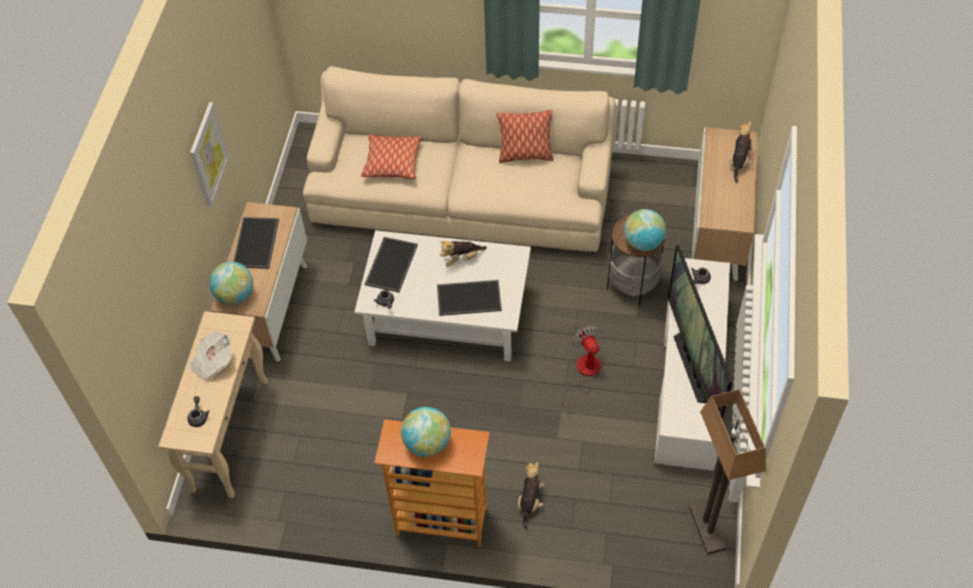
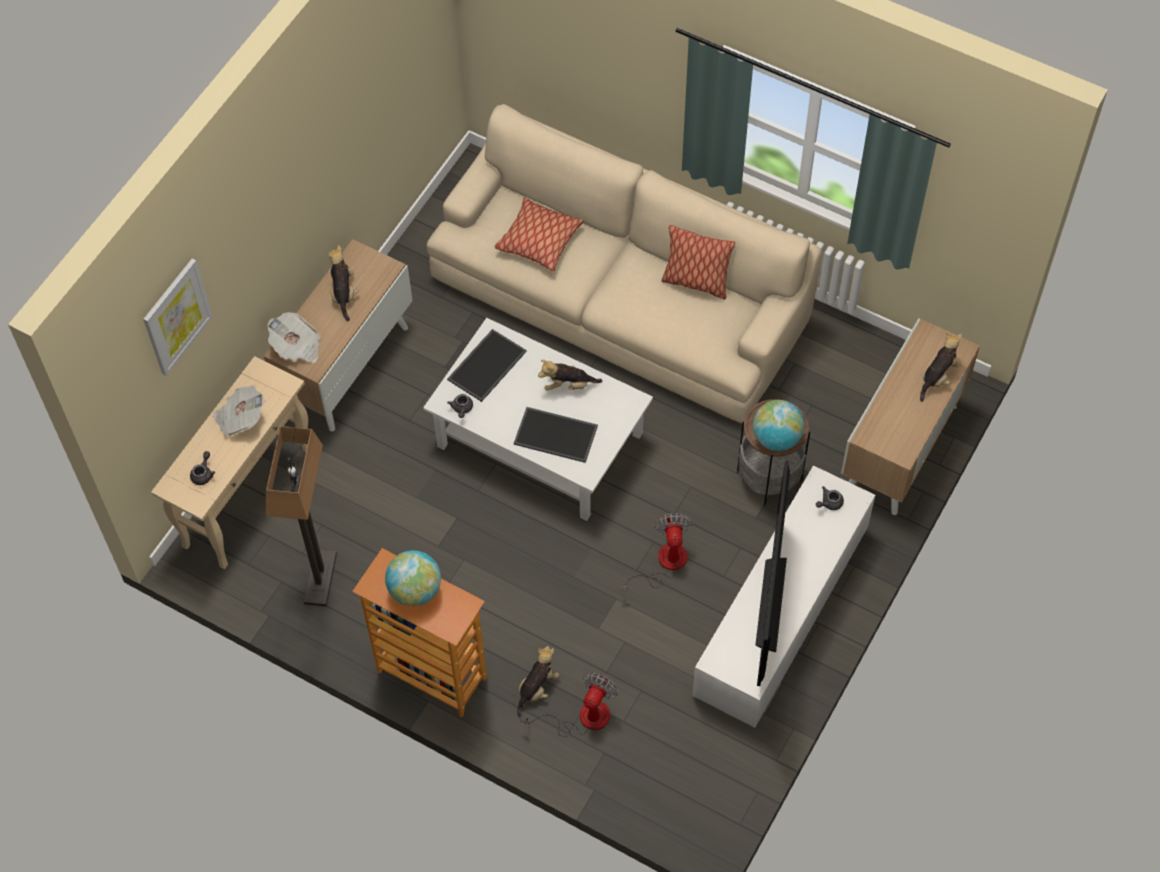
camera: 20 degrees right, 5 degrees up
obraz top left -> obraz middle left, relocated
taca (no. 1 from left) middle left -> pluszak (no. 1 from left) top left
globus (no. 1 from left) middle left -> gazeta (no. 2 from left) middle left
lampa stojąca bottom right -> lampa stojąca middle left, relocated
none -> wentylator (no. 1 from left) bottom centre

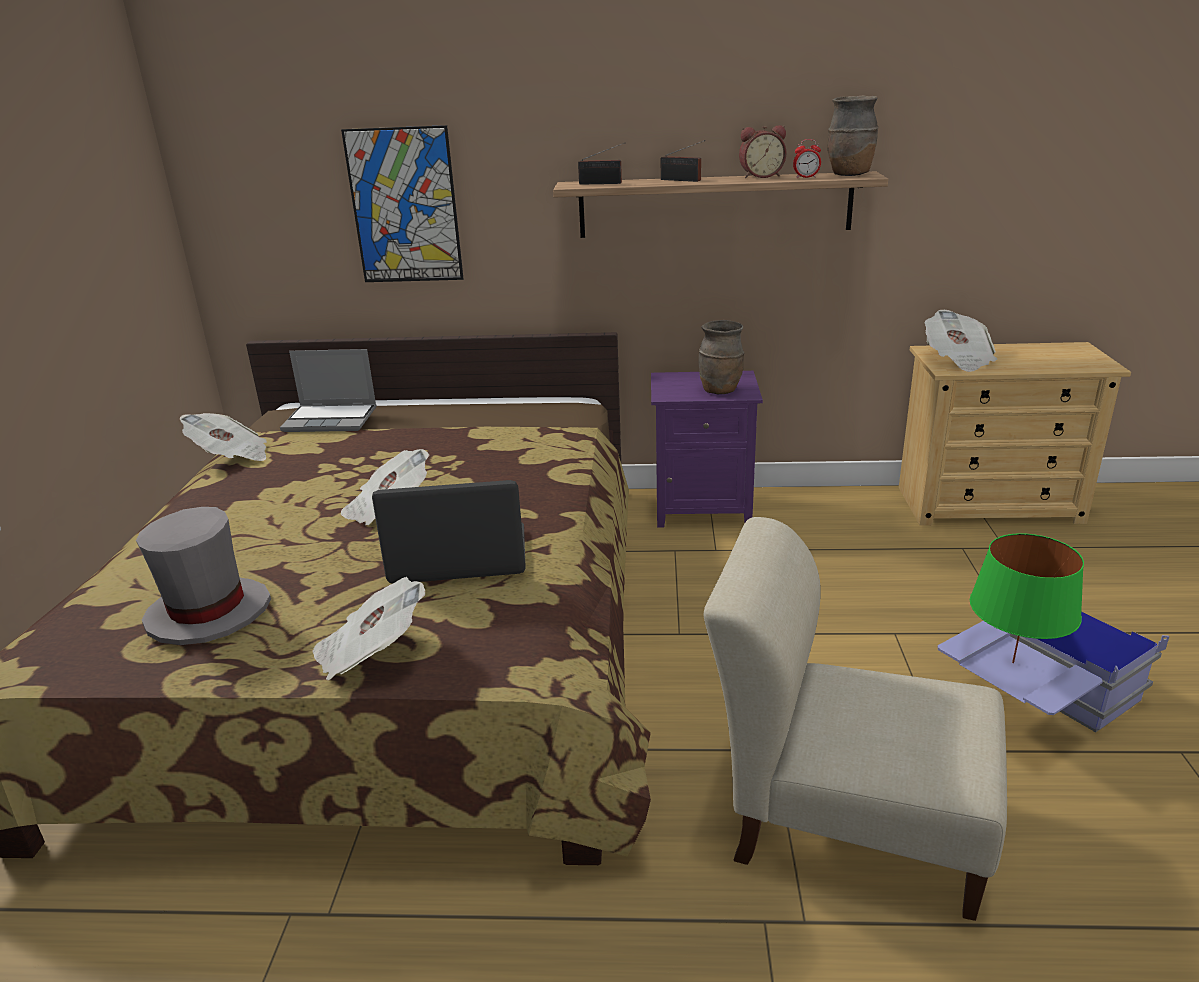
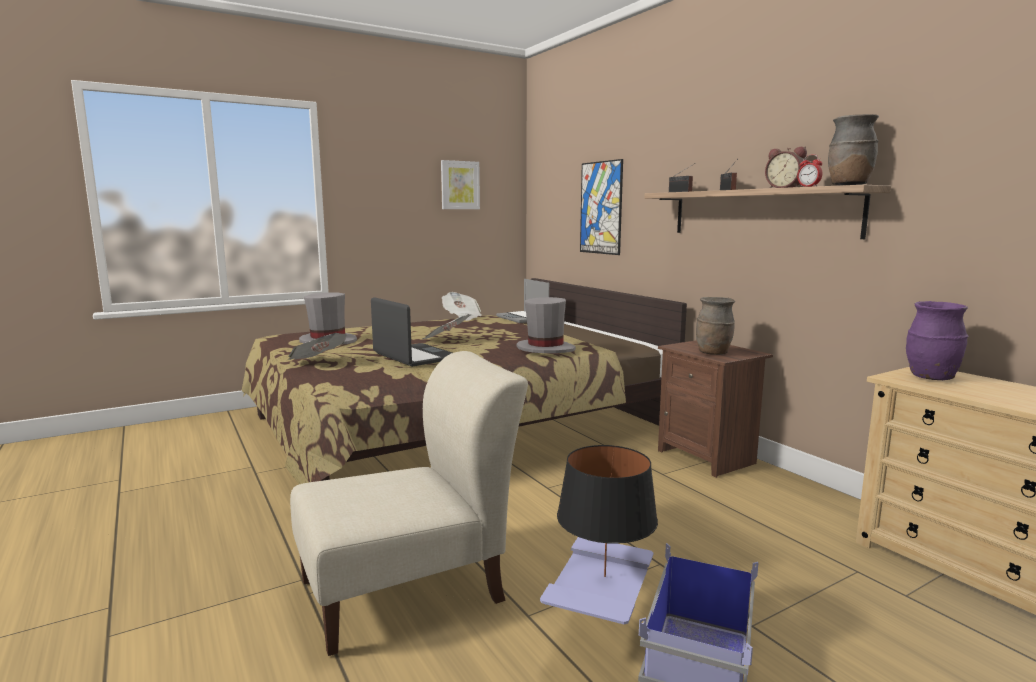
camera: 55 degrees right, 15 degrees down
gazeta (no. 4 from left) middle right -> wazon/fioletowy middle right
szafka nocna/fioletowy centre -> szafka nocna/brązowy middle right
krzesło/beżowy bottom right -> krzesło/beżowy bottom centre, 75 degrees clockwise
lampa stołowa/zielony middle right -> lampa stołowa/czarny bottom centre
none -> obraz (no. 1 from left) top centre
none -> kapelusz/szary (no. 2 from left) centre

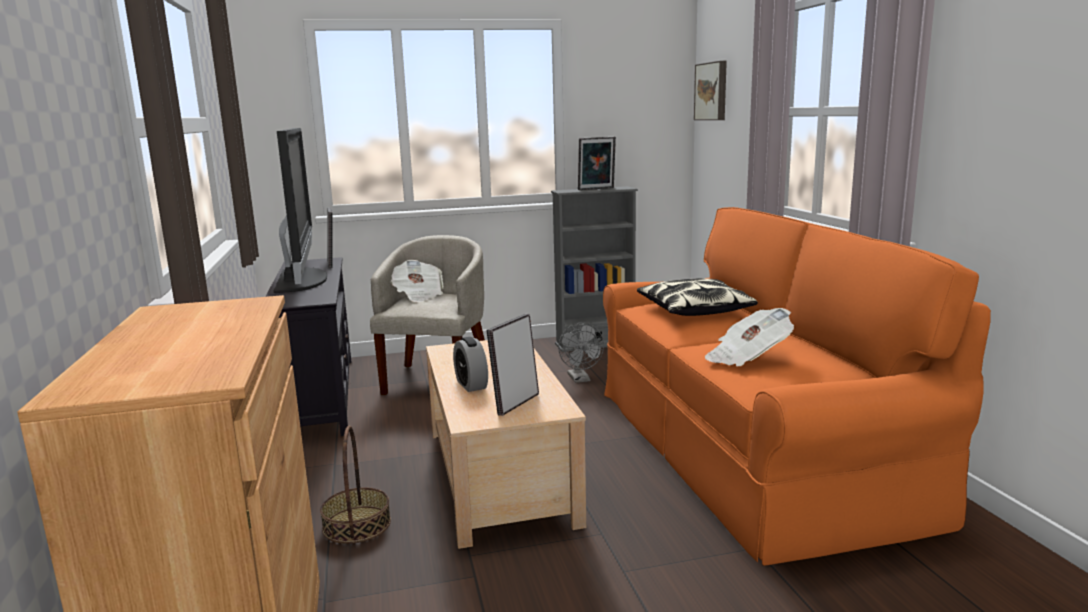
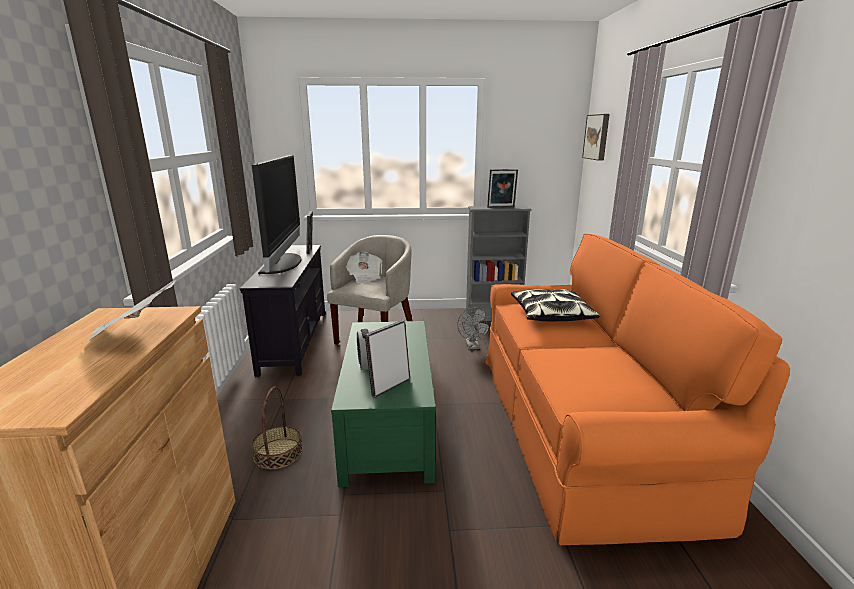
camera: 10 degrees right, 5 degrees up
gazeta (no. 2 from left in the first image) middle right -> gazeta (no. 1 from left) middle left, relocated
ława/beżowy bottom centre -> ława/zielony bottom centre

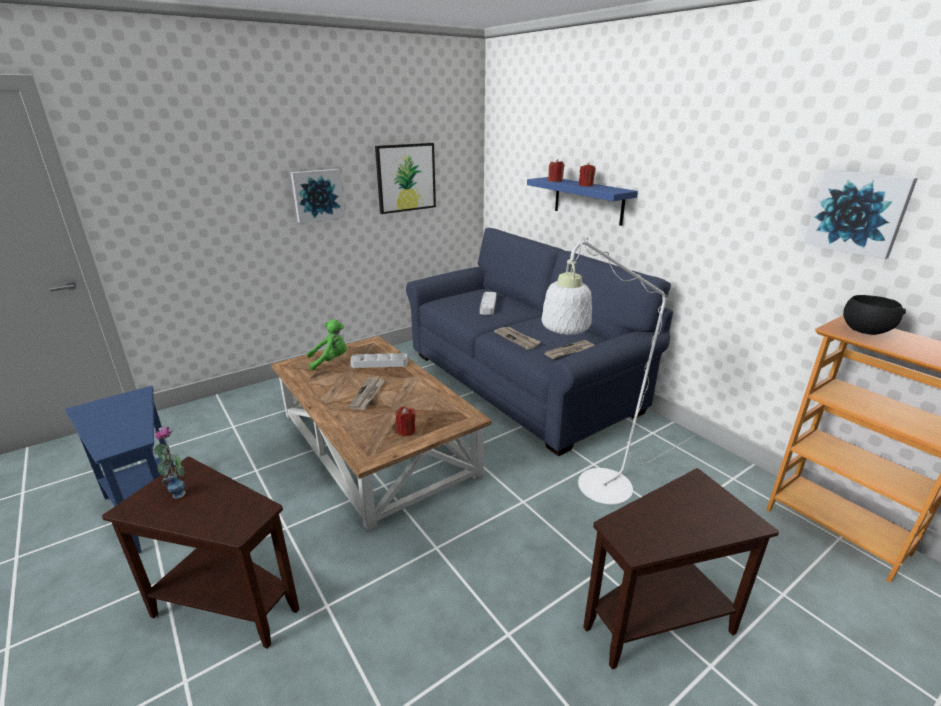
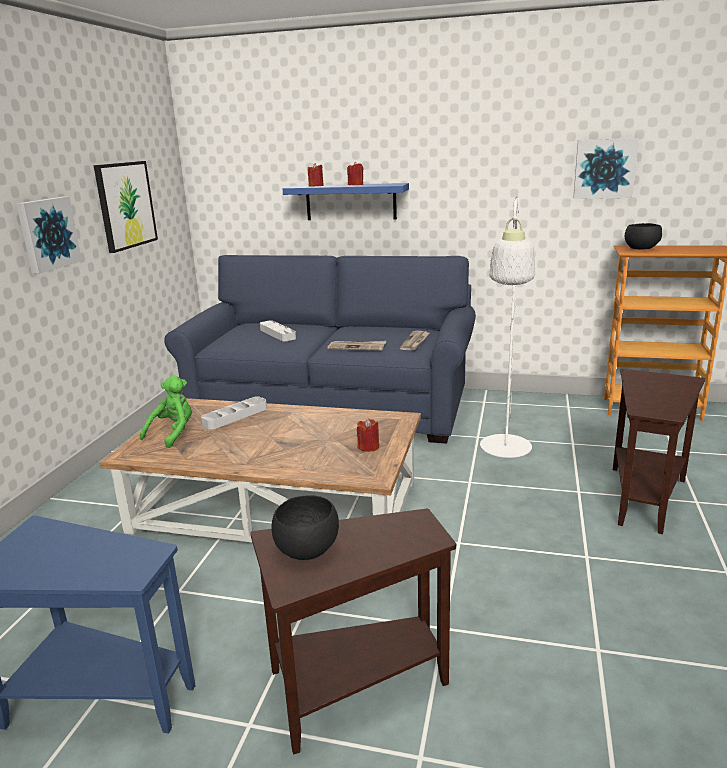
camera: 40 degrees left, 5 degrees down
gazeta (no. 1 from left) centre -> none
wazon middle left -> miska/czarny (no. 1 from left) bottom centre

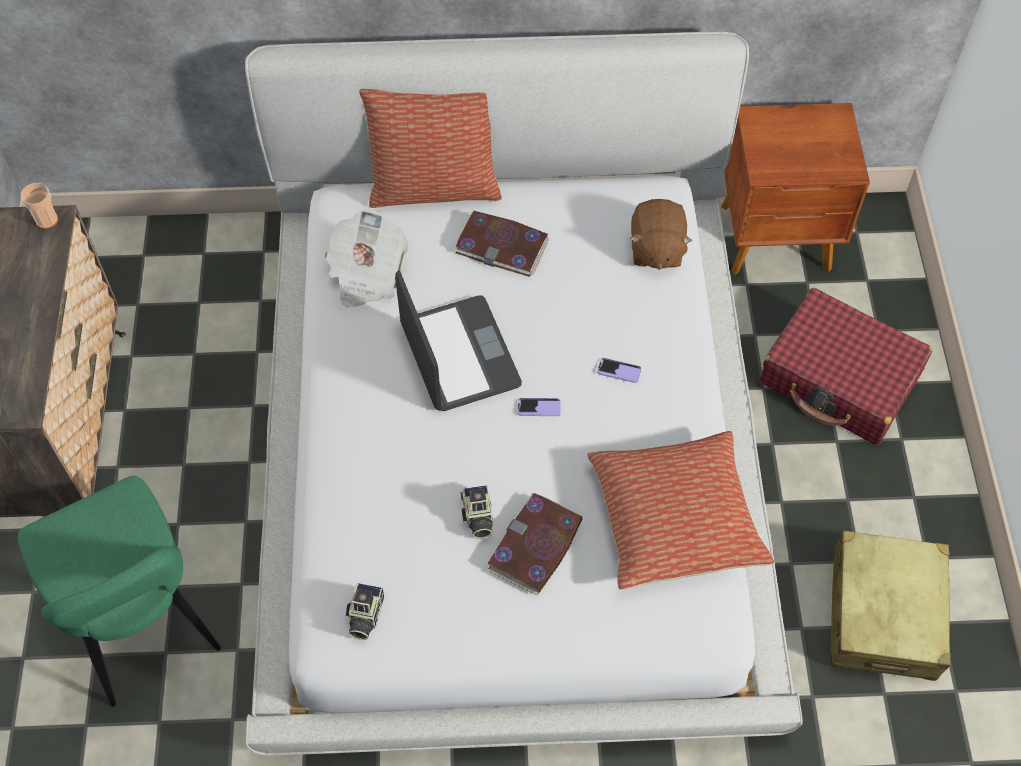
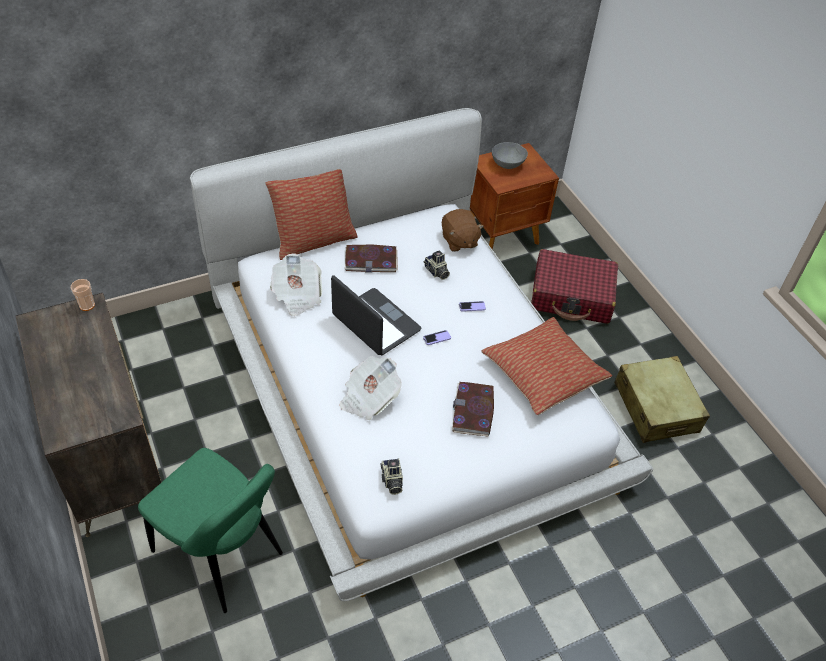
camera: 25 degrees left, 10 degrees down
aparat fotograficzny (no. 2 from left) bottom centre -> aparat fotograficzny (no. 2 from left) centre, relocated
none -> miska/szary top centre
none -> gazeta (no. 2 from left) centre

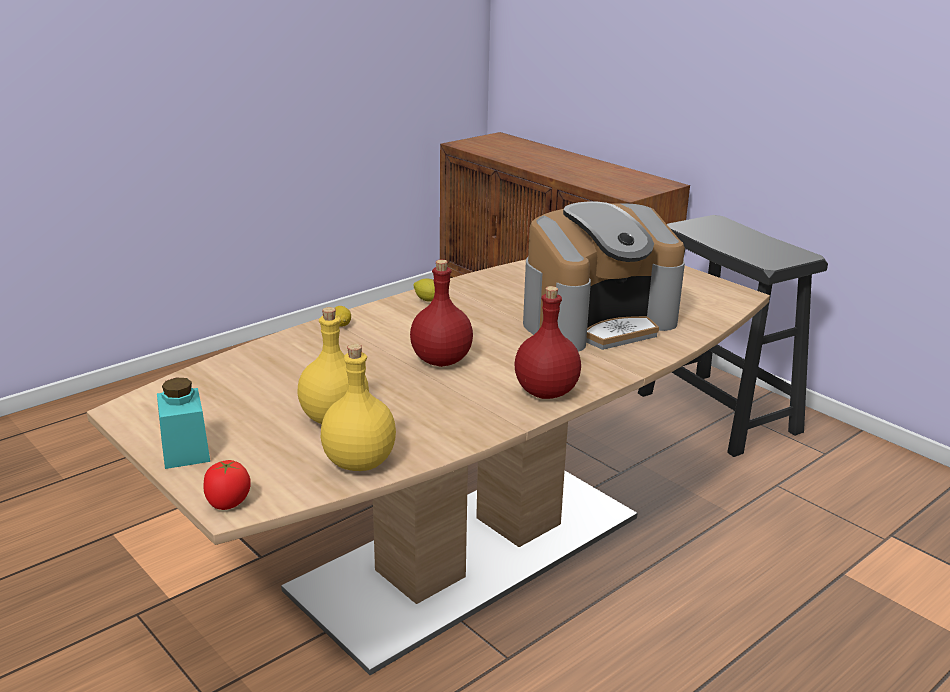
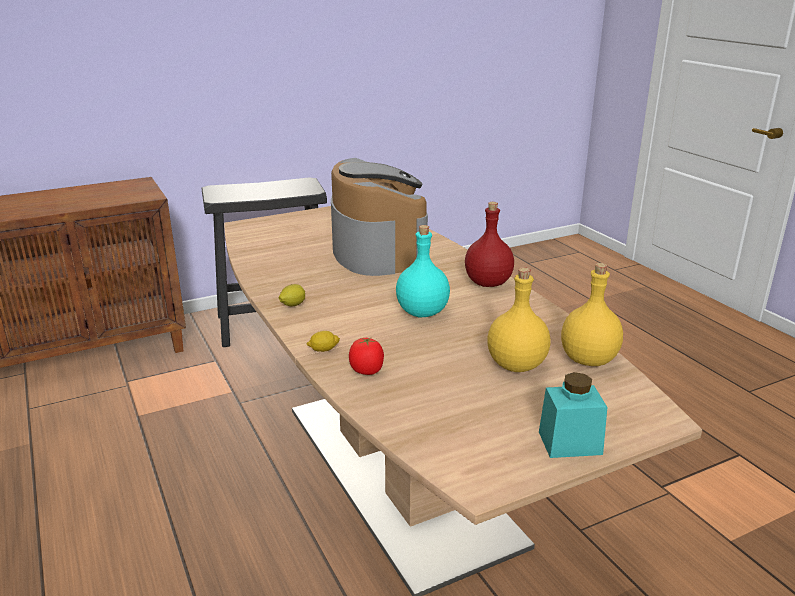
camera: 75 degrees left, 0 degrees up
butelka/czerwony (no. 1 from left) centre -> butelka/turkusowy centre
pomidor bottom left -> pomidor centre, relocated

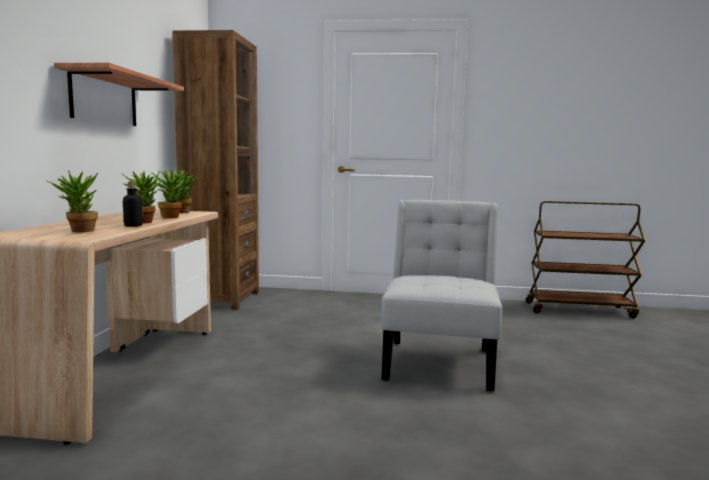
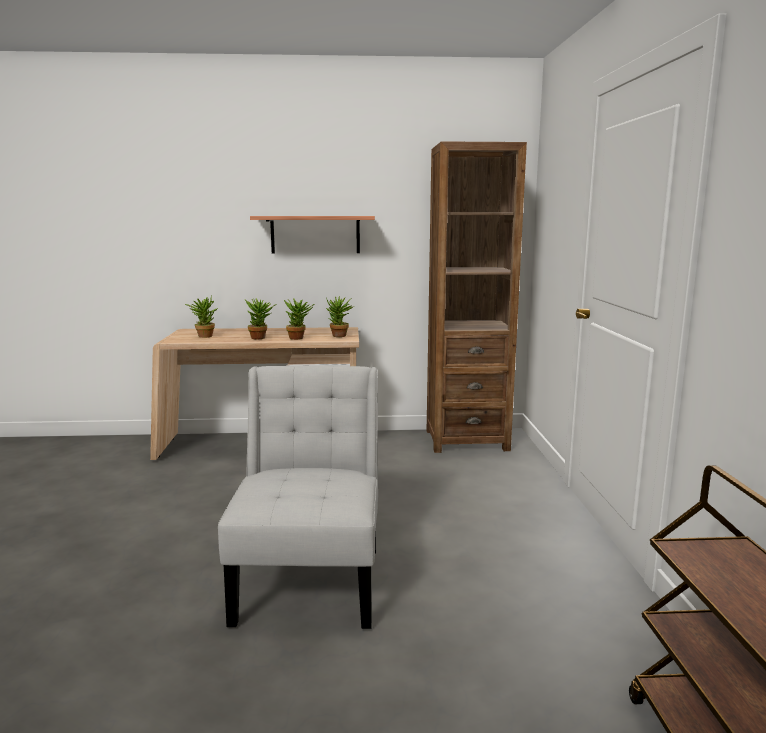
camera: 80 degrees right, 5 degrees up
butelka middle left -> none
krzesło/biały centre -> krzesło/biały bottom centre, 90 degrees counterclockwise

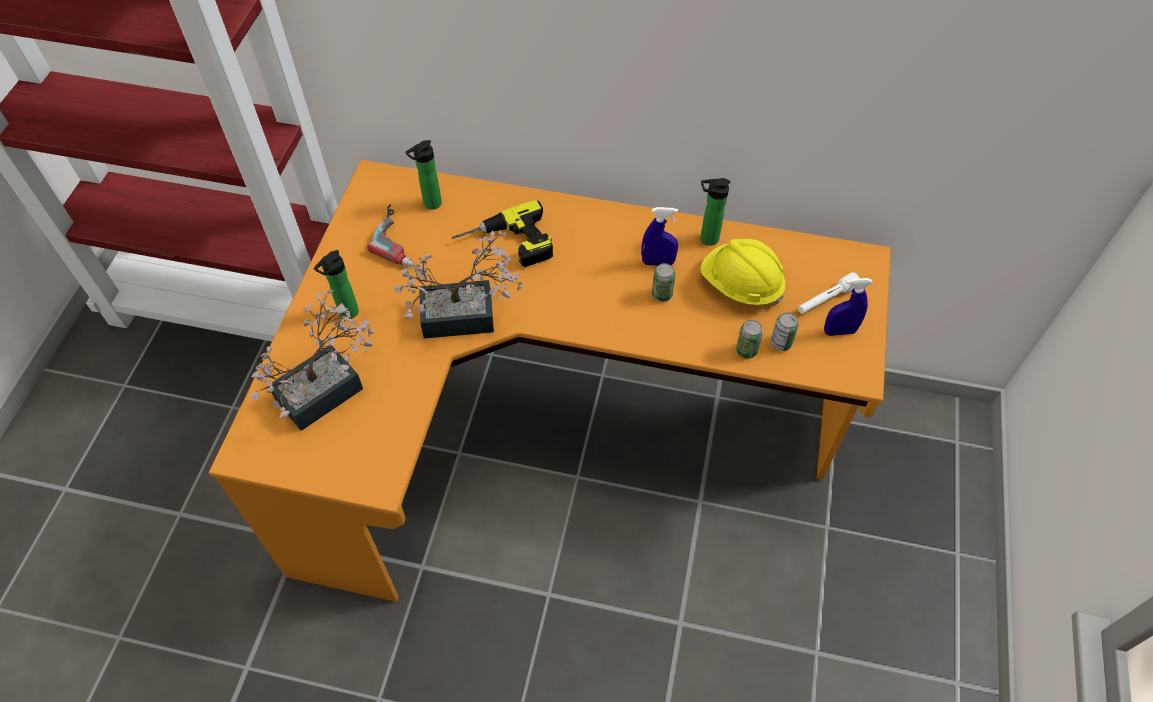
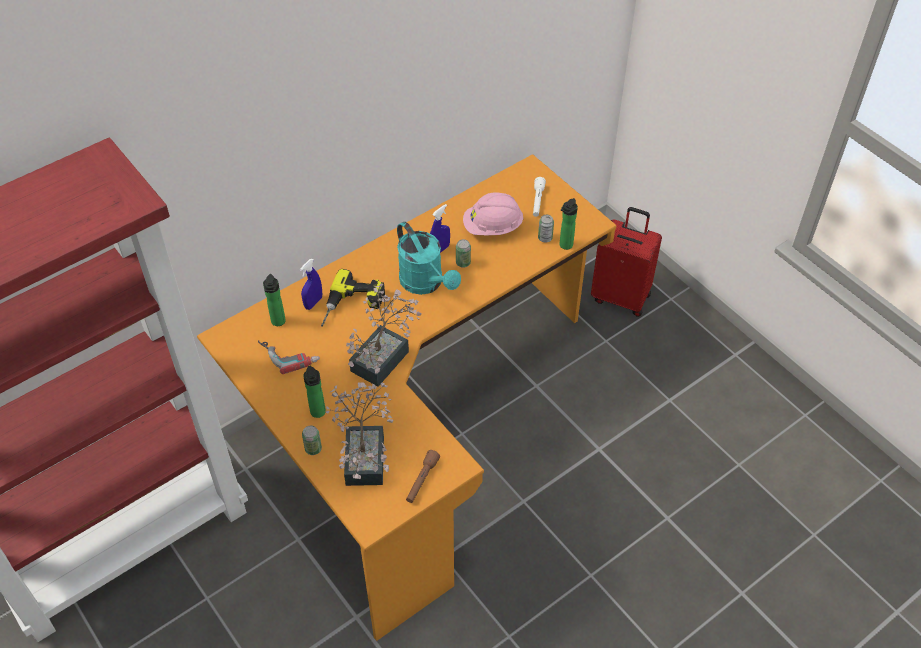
camera: 50 degrees left, 5 degrees down
butelka (no. 3 from left) top centre -> butelka (no. 3 from left) centre, relocated
kask/żółty centre -> kask/różowy top centre
spryskiwacz/niebieski (no. 2 from left in the first image) middle right -> spryskiwacz/niebieski (no. 1 from left) centre, relocated
puszka (no. 2 from left in the first image) centre -> puszka (no. 1 from left) bottom centre, relocated
none -> walizka/czerwony middle right
none -> konewka/turkusowy centre
none -> latarka/brązowy bottom centre

